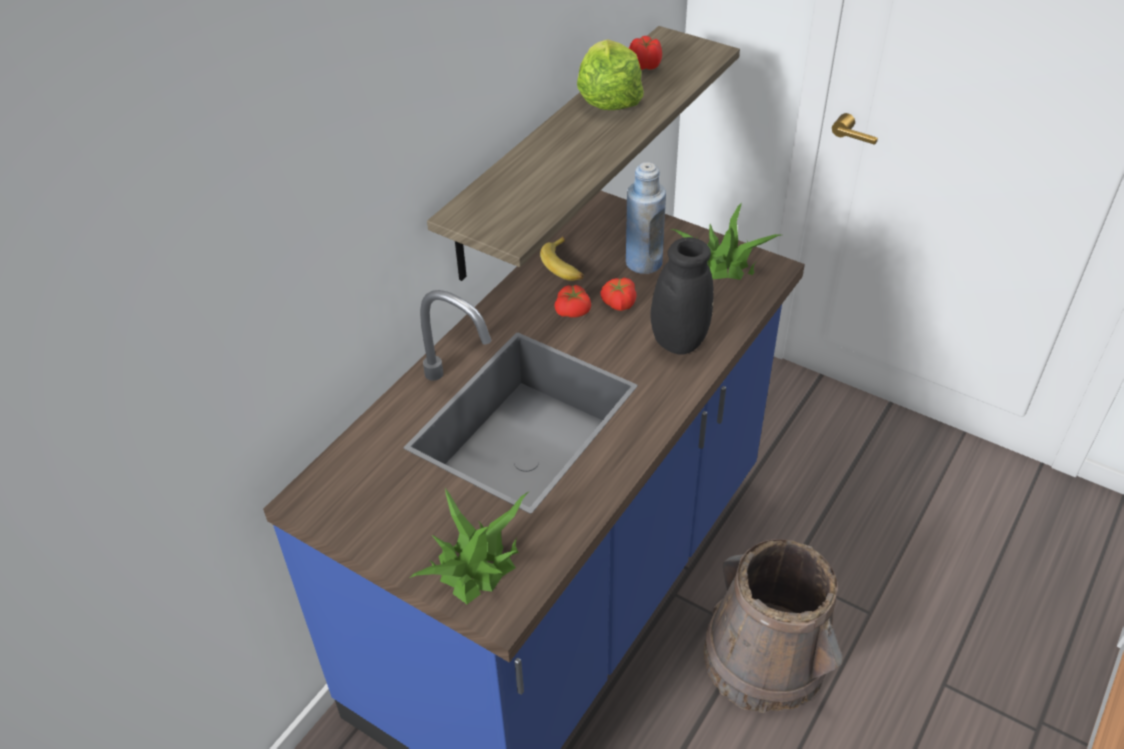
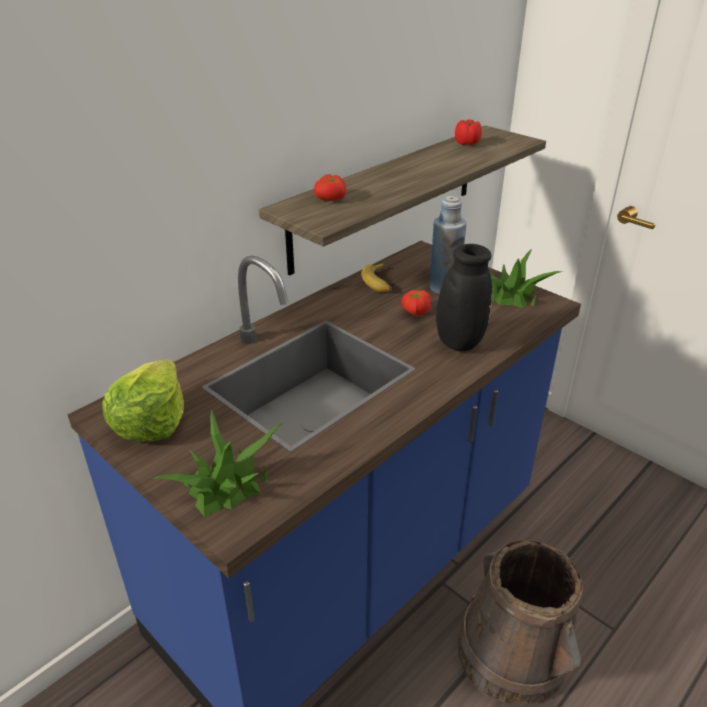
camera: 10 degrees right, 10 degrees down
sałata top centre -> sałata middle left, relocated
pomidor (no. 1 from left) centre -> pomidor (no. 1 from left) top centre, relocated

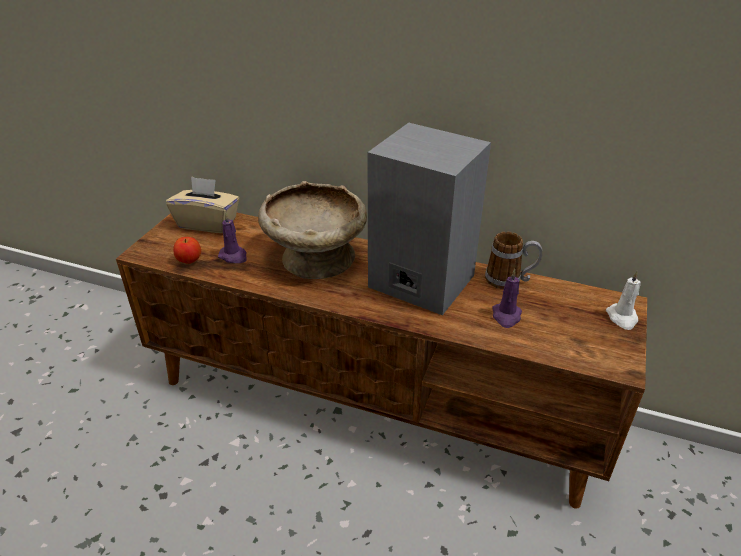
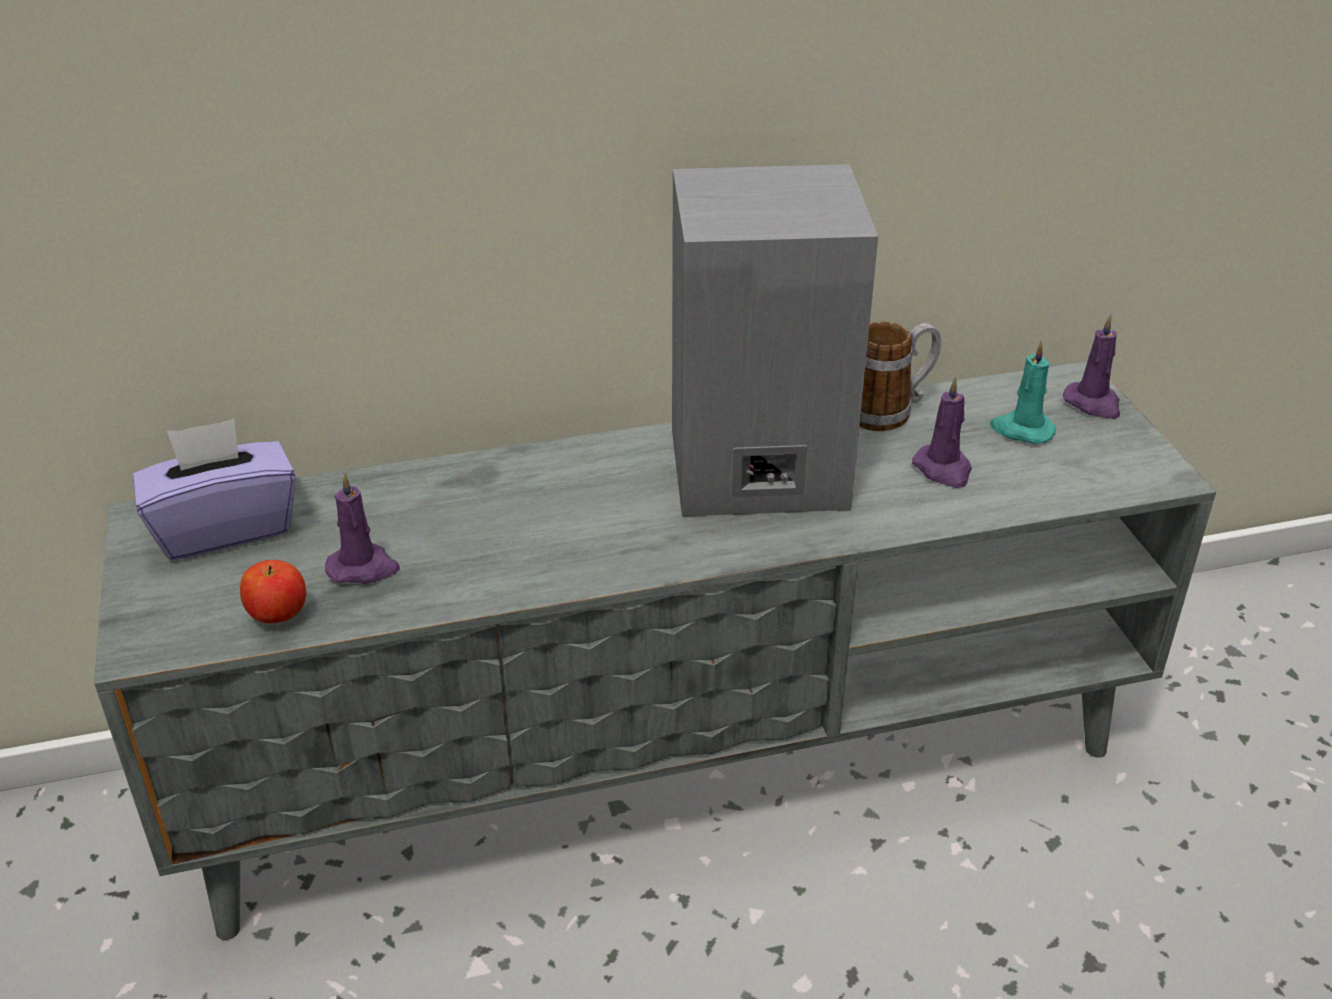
camera: 35 degrees left, 0 degrees up
pudełko chusteczek/beżowy middle left -> pudełko chusteczek/fioletowy middle left
miska/beżowy centre -> none
szafka pod telewizor/brązowy centre -> szafka pod telewizor/szary centre
świeca/biały middle right -> świeca/fioletowy (no. 3 from left) middle right
none -> świeca/turkusowy middle right

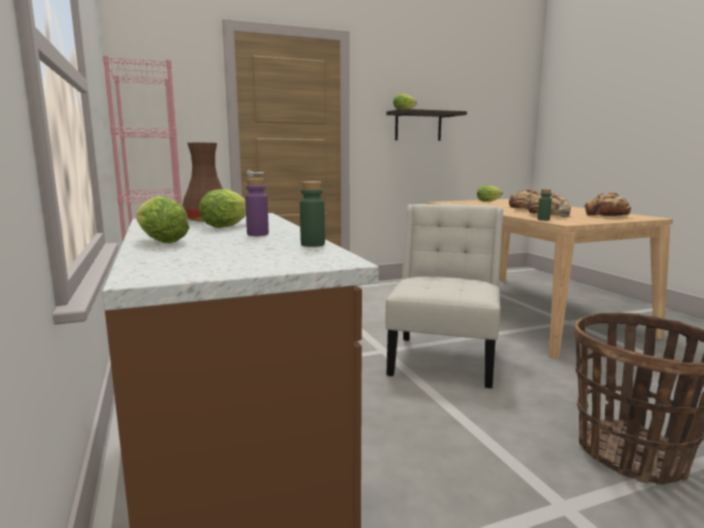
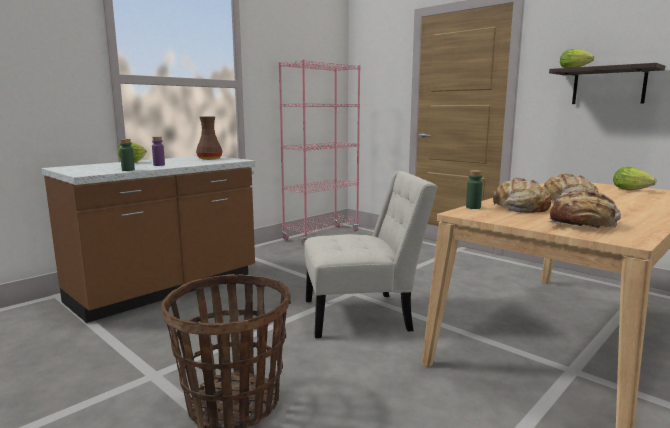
camera: 65 degrees right, 0 degrees up
sałata (no. 2 from left) middle left -> none

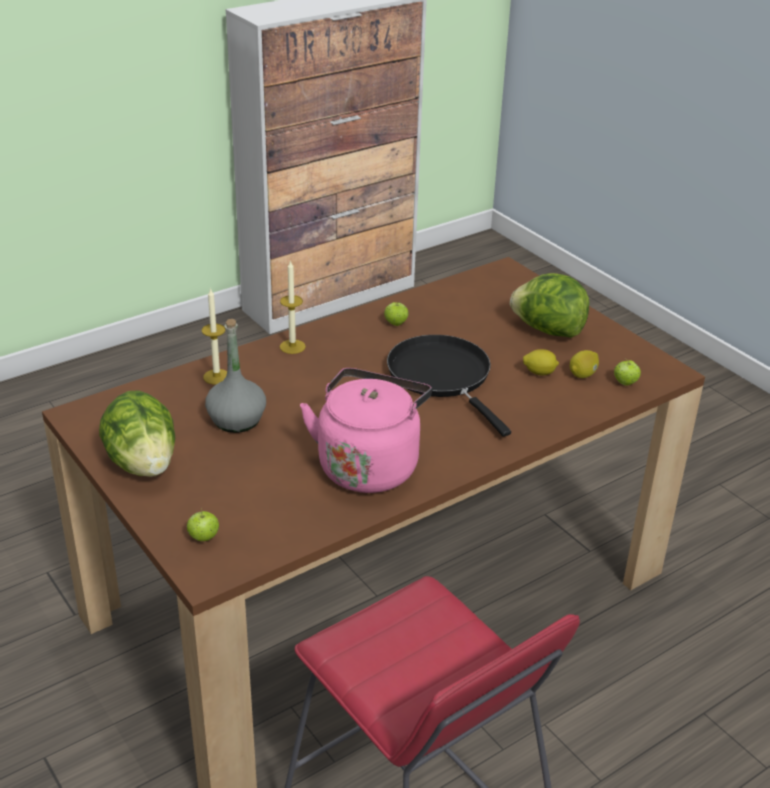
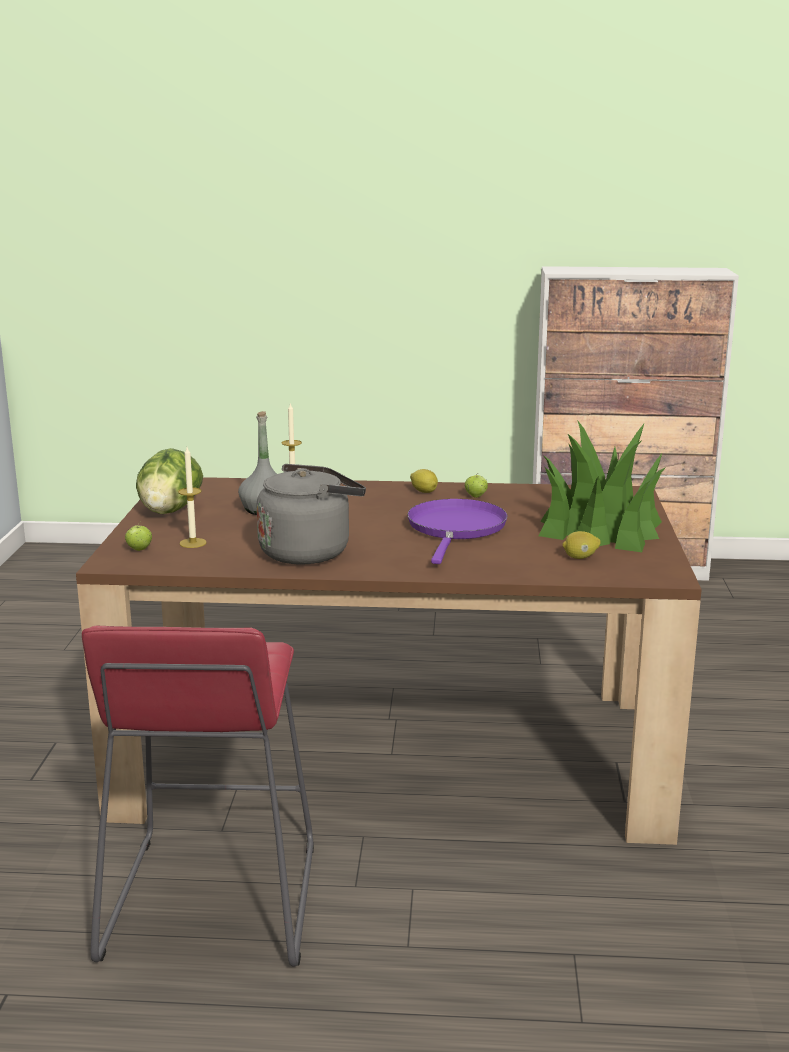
camera: 40 degrees right, 15 degrees down
świeca (no. 2 from left in the first image) centre -> świeca (no. 1 from left) middle left, relocated
sałata (no. 2 from left) middle right -> roślina doniczkowa middle right
patelnia/czarny centre -> patelnia/fioletowy centre
cytryna (no. 1 from left) middle right -> cytryna (no. 1 from left) centre, relocated
jabłko (no. 3 from left) middle right -> none
czajnik/różowy centre -> czajnik/szary centre

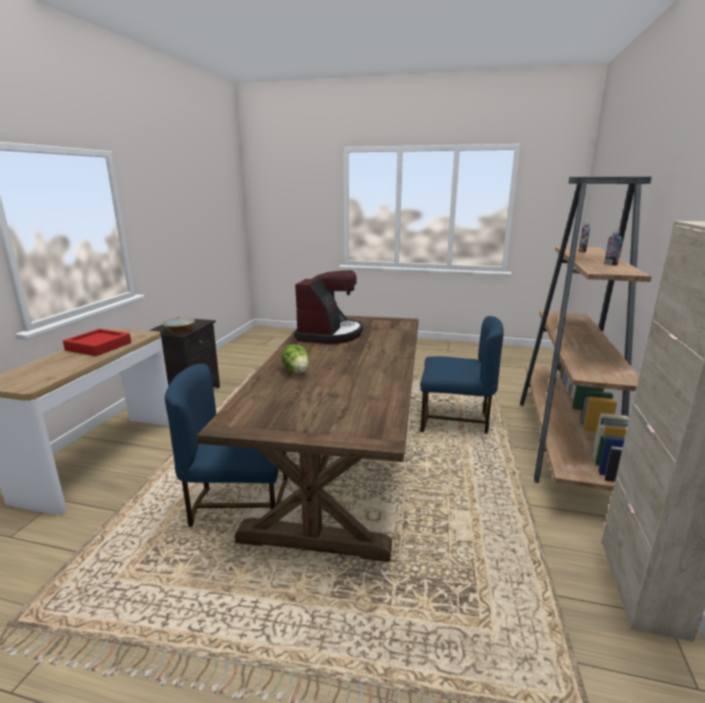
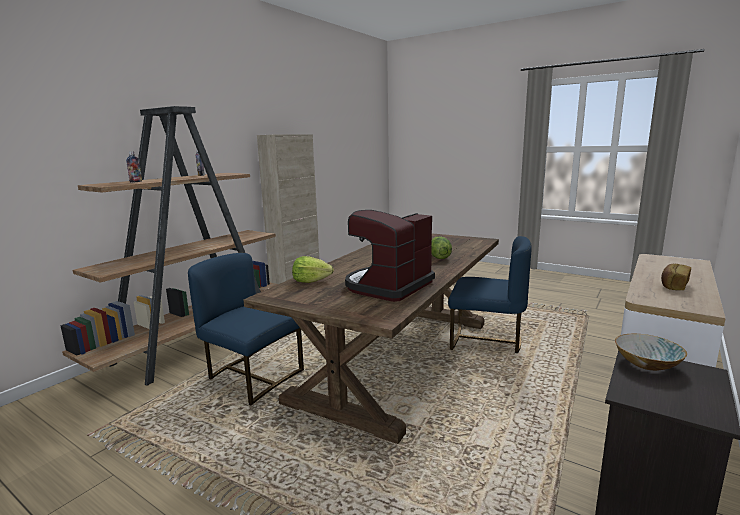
camera: 160 degrees left, 5 degrees down
taca/czerwony middle left -> chleb middle right
none -> sałata (no. 1 from left) centre

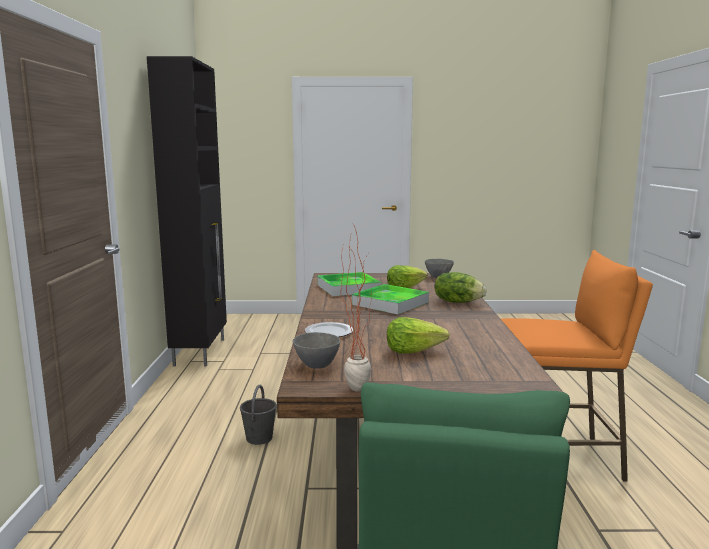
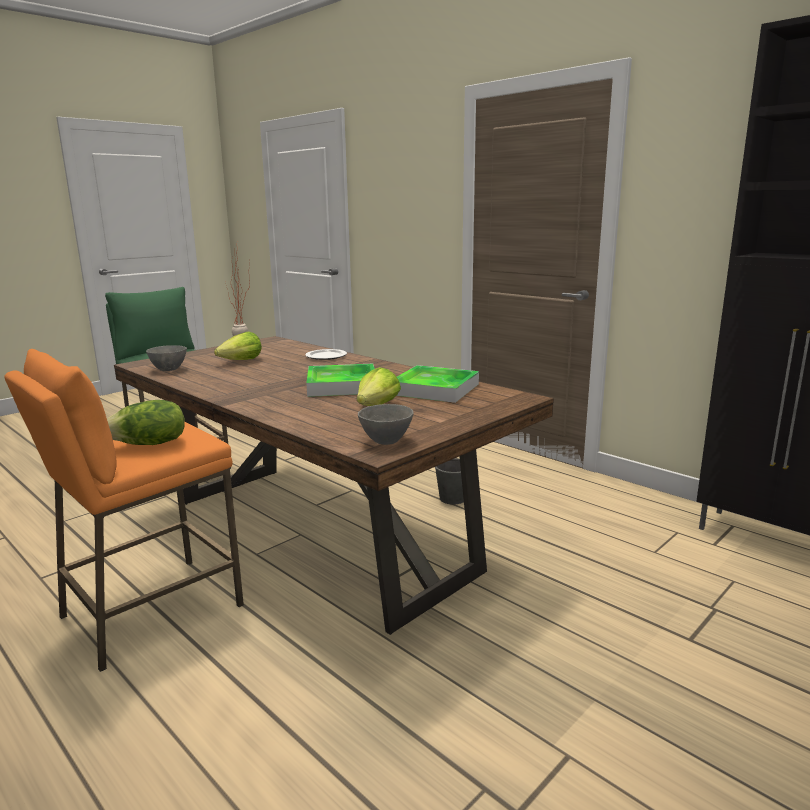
camera: 135 degrees right, 5 degrees up
sałata (no. 3 from left in the first image) centre -> sałata (no. 1 from left) middle left, relocated
miska/szary (no. 1 from left) centre -> miska/szary (no. 1 from left) middle left, relocated

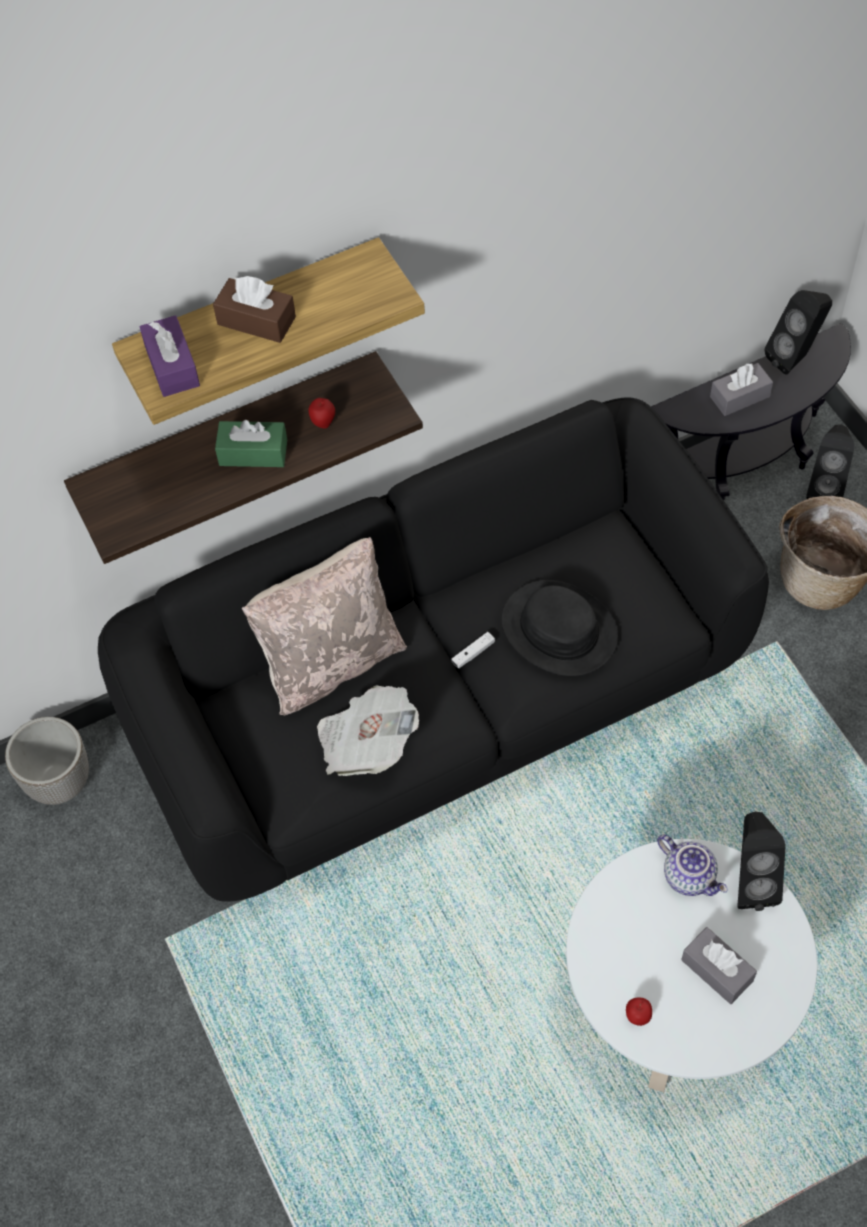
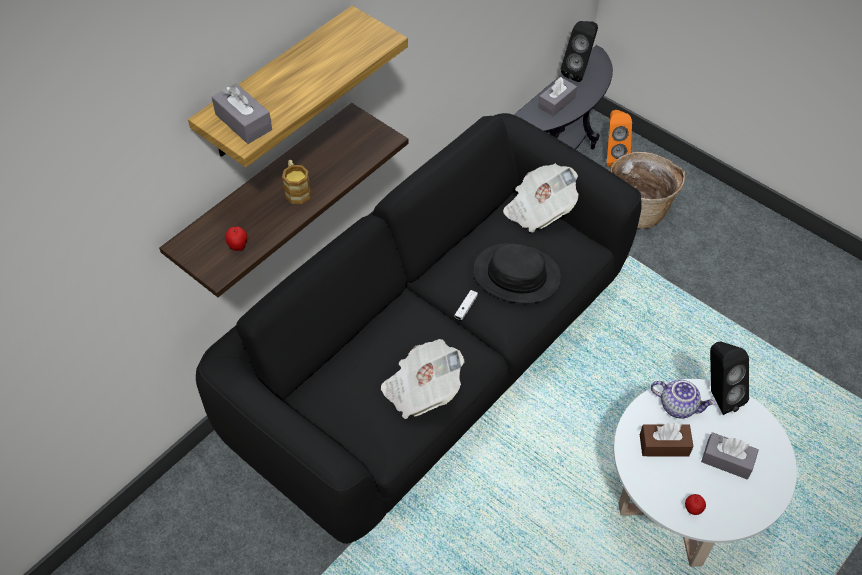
camera: 25 degrees left, 5 degrees down
pudełko chusteczek/brązowy top left -> pudełko chusteczek/brązowy bottom right, relocated
pudełko chusteczek/fioletowy top left -> pudełko chusteczek/szary (no. 1 from left) top left
jabłko (no. 1 from left) centre -> jabłko (no. 1 from left) middle left, relocated
pudełko chusteczek/zielony middle left -> kubek top centre
głośnik/czarny (no. 3 from left) middle right -> głośnik/pomarańczowy top right
poduszka/beżowy centre -> none
donica middle left -> none
none -> gazeta (no. 2 from left) centre

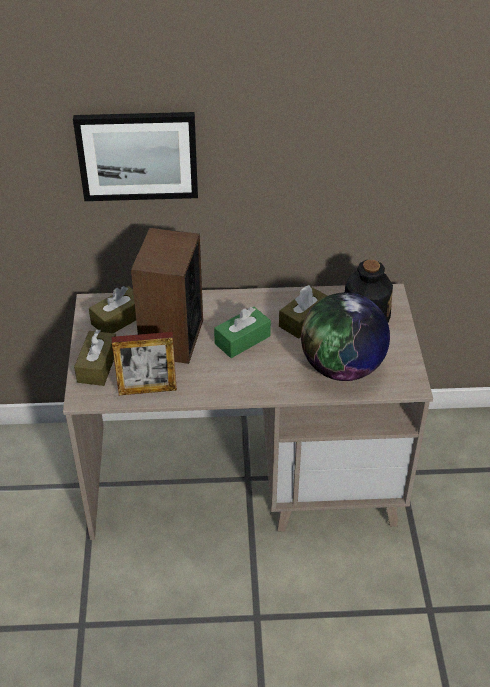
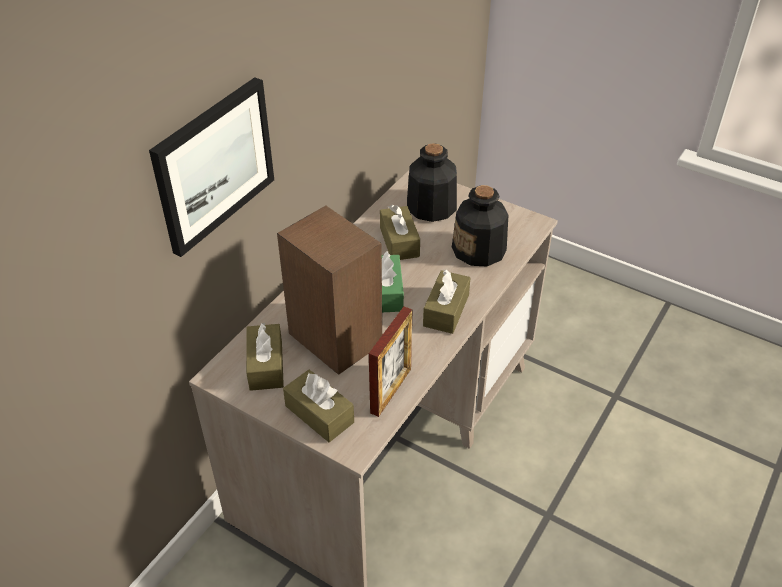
camera: 55 degrees left, 0 degrees up
globus middle right -> butelka (no. 2 from left) centre
none -> pudełko chusteczek/brązowy (no. 4 from left) centre

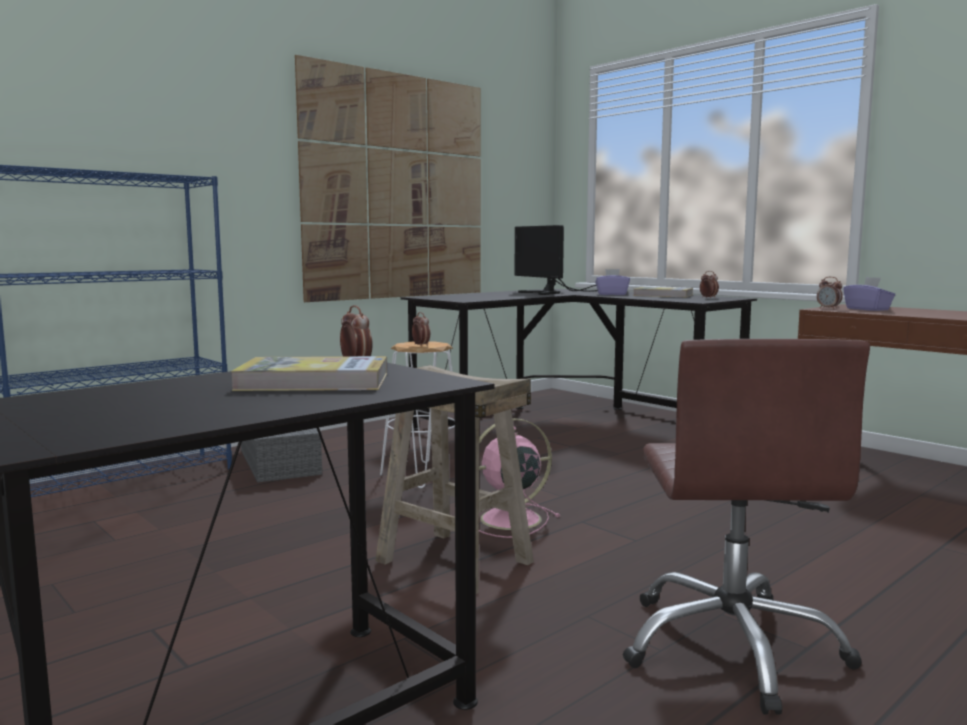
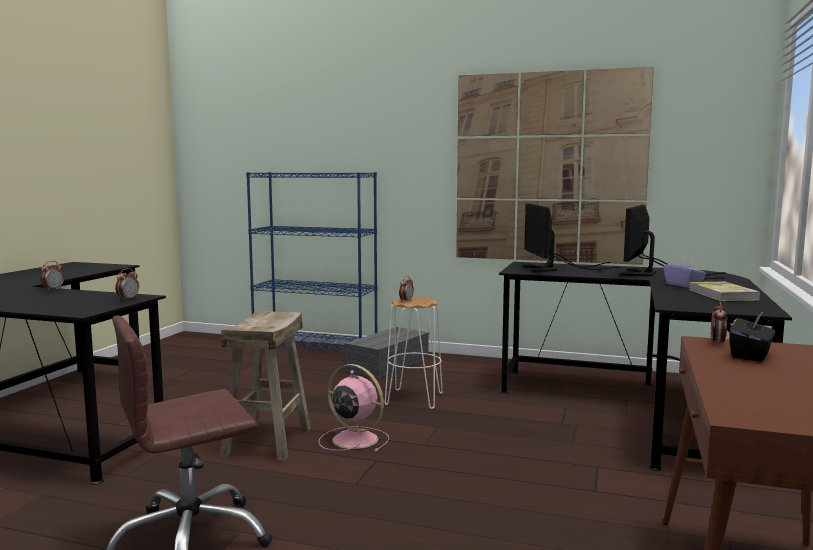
camera: 60 degrees right, 0 degrees up
budzik (no. 3 from left in the first image) middle right -> budzik (no. 1 from left) middle left, relocated
pudełko chusteczek/fioletowy (no. 2 from left) middle right -> pudełko chusteczek/czarny middle right
książka (no. 1 from left) middle left -> none
none -> monitor (no. 1 from left) middle right

